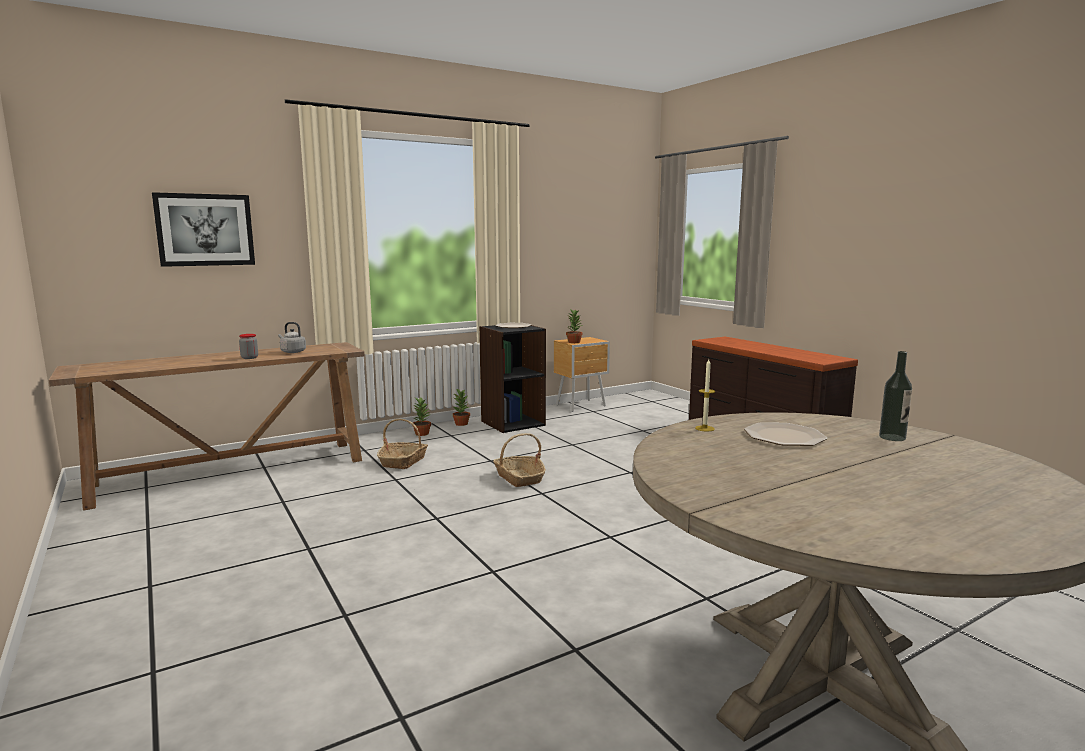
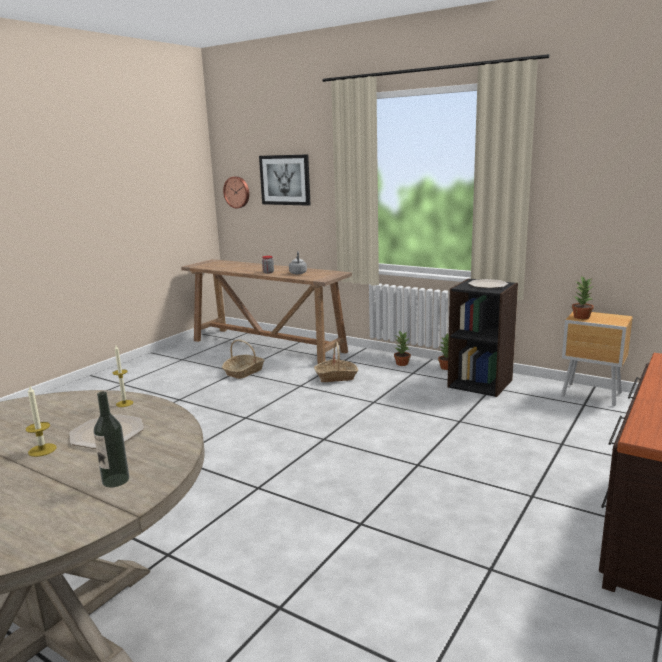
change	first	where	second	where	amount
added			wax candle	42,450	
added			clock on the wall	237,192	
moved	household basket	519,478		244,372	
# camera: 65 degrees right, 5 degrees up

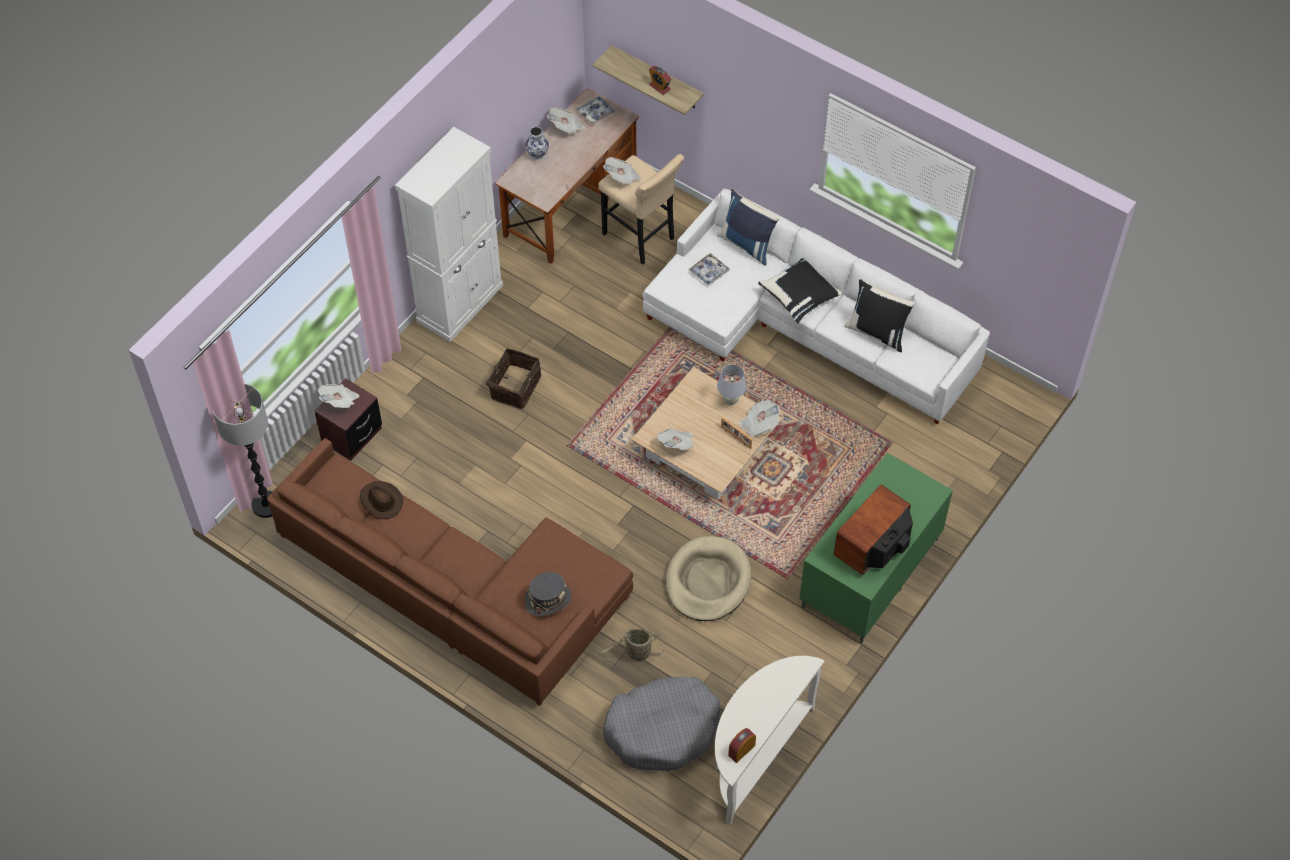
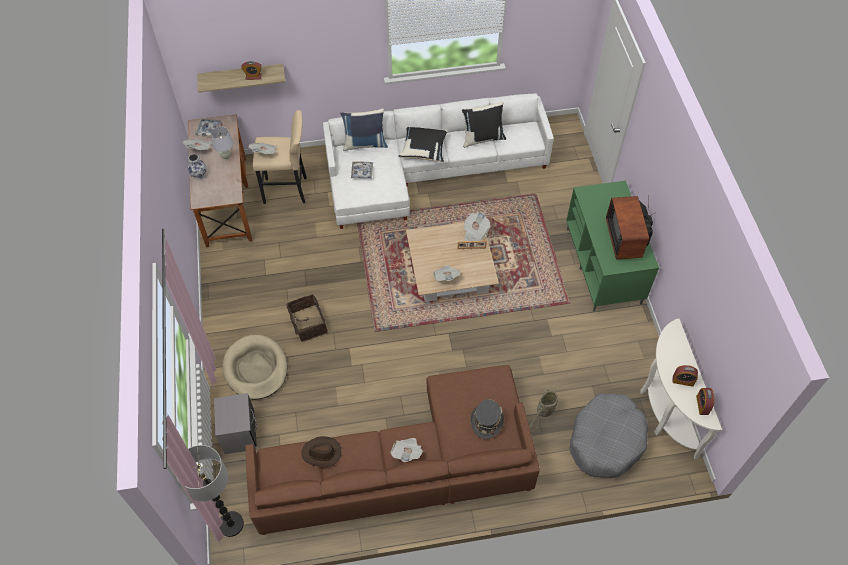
change	first	where	second	where	amount
removed	whitish cupboard	460,303			
added			alarm clock	683,380	
moved	newspaper	340,401		407,452	
moved	beige dog cushion	708,581		255,369	
moved	whitish tabletop lamp	730,401		226,157	
recoloured	brownish night table	352,435	grey night table	240,433	
# camera: 45 degrees left, 0 degrees up

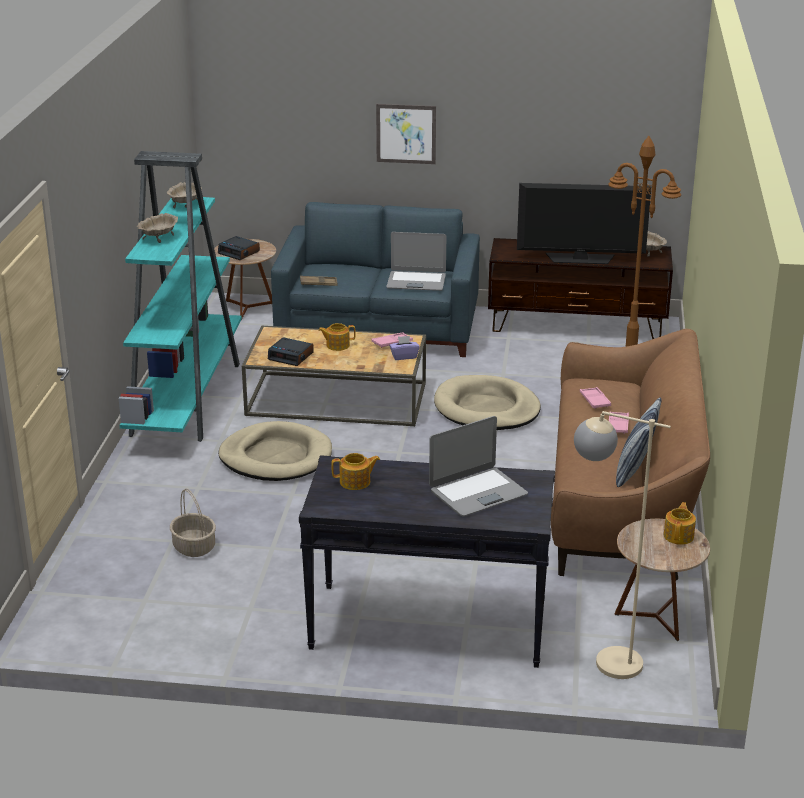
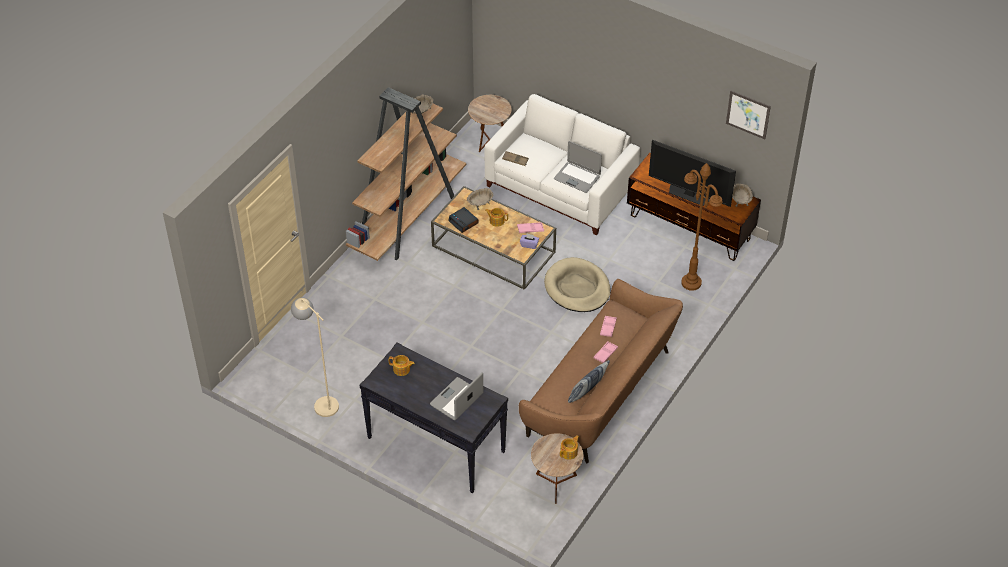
change	first	where	second	where	amount
removed	household basket	194,547			
removed	alarm clock	239,252			
removed	beige dog cushion	276,457			
moved	beige deep dish	158,237		480,203	
moved	picture	406,133		748,114	
moved	beige standard lamp	602,659		321,401	
recoloured	blue-green bookcase	186,397	brownish bookcase	408,218	
recoloured	blue couch	379,327	whitish couch	560,187	
turned	portable computer	477,493		457,400	135 degrees clockwise
# camera: 25 degrees right, 20 degrees up

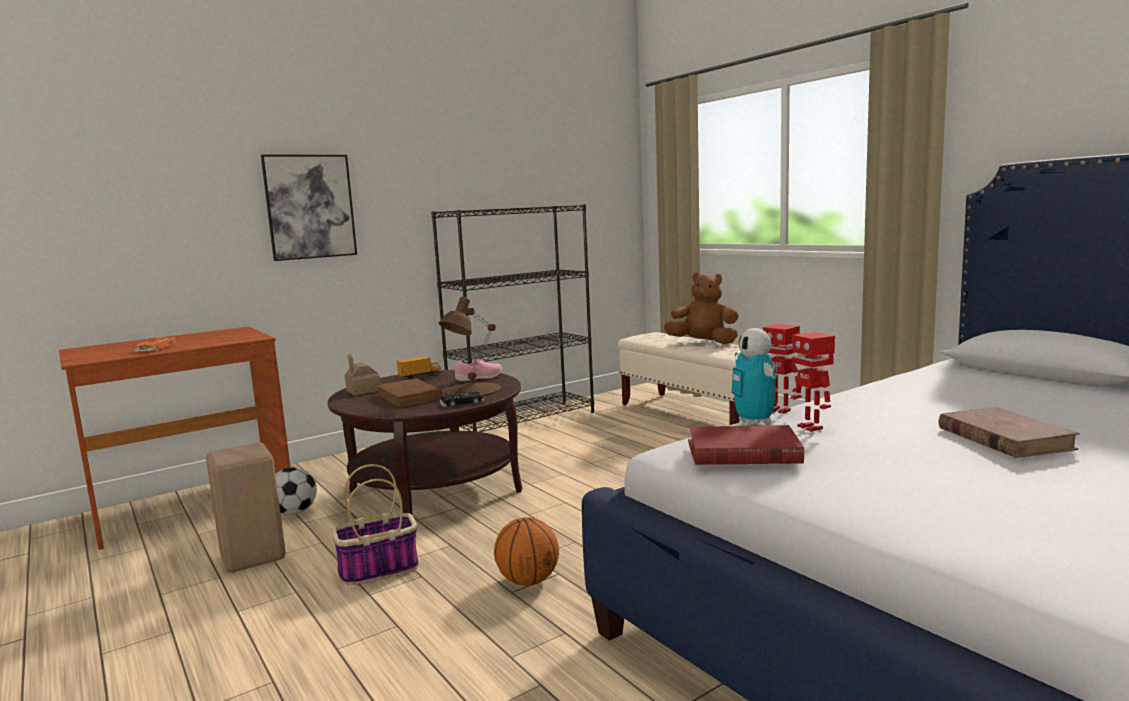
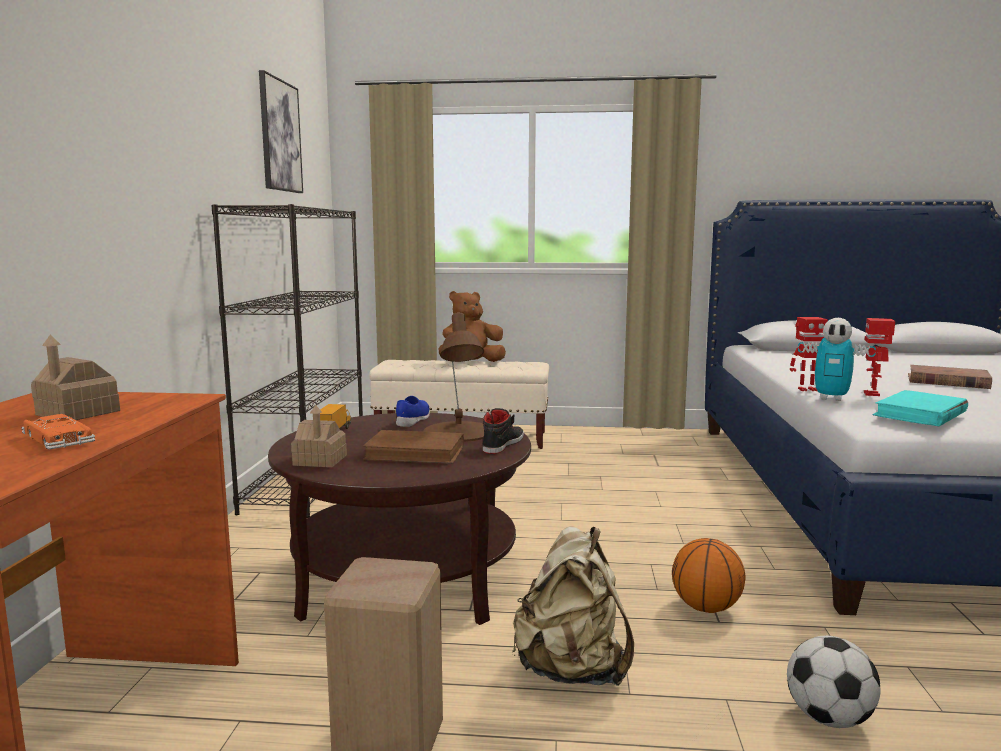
change	first	where	second	where	amount
added			toy house	78,413	
moved	picture	310,207		280,136	
moved	football	294,513		828,718	
replaced	household basket	378,570	beige rucksack	572,670	
replaced	blackish model car	462,403	blackish shoe	502,444	
recoloured	pinkish shoe	479,378	blue shoe	413,421	
recoloured	red book	742,452	blue-green book	920,414	
turned	toy robot	811,427		872,394	90 degrees clockwise
# camera: 50 degrees left, 0 degrees up

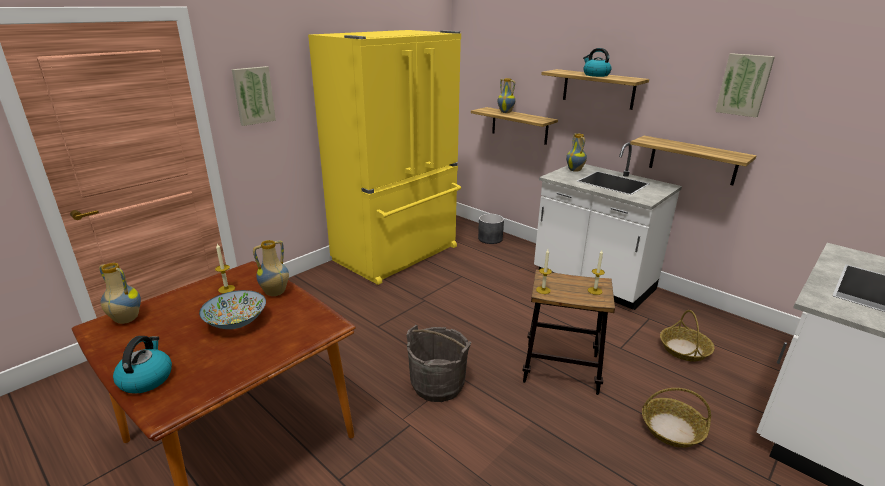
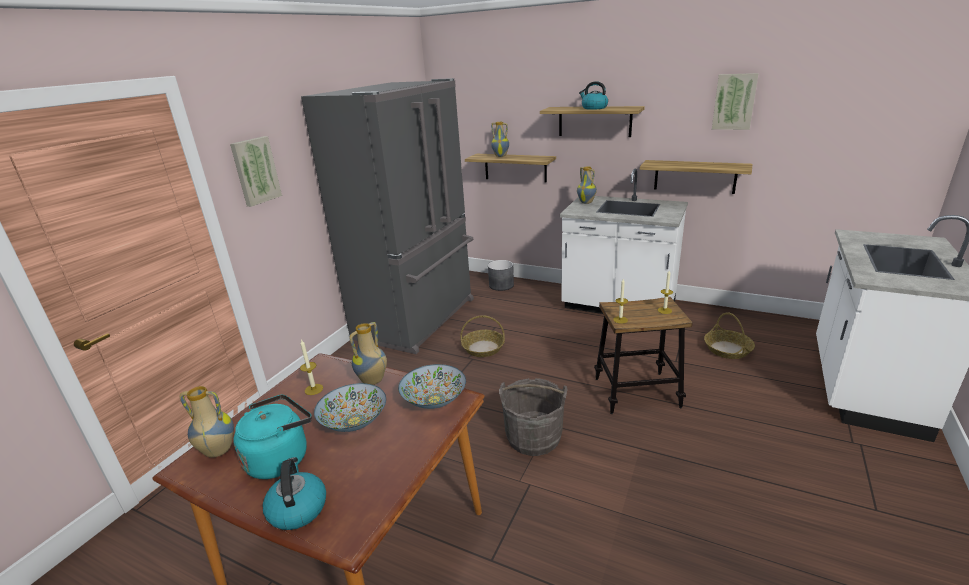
change	first	where	second	where	amount
added			blue-green water kettle	281,458	
added			deep dish	434,400	
moved	household basket	671,429		483,348	
recoloured	yellow-coloured kitchen fridge	398,254	grey kitchen fridge	418,319	
# camera: 15 degrees left, 0 degrees up

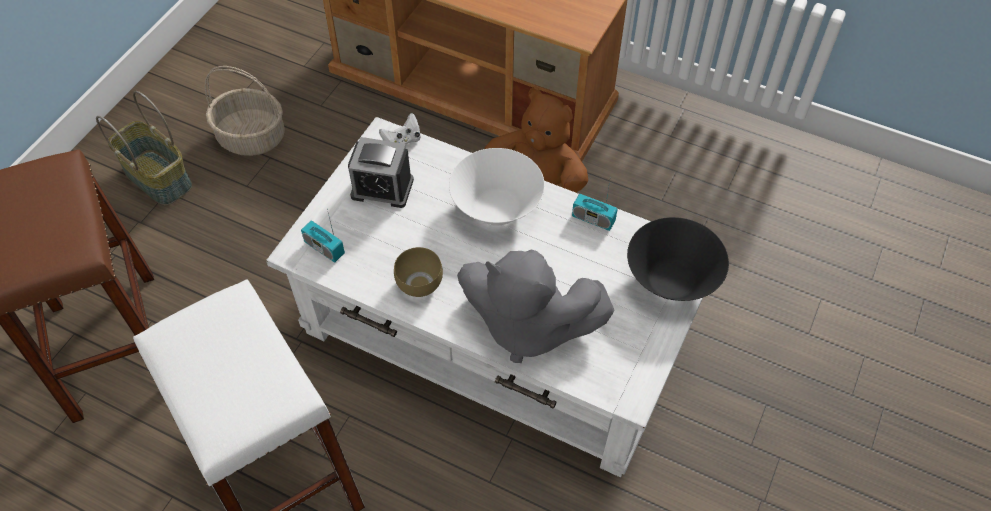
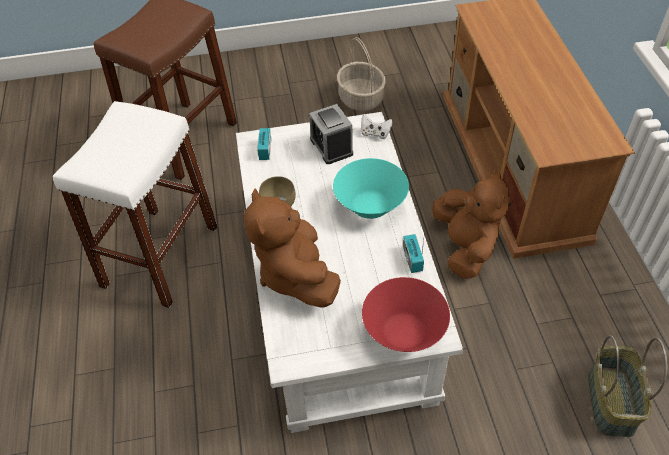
change	first	where	second	where	amount
moved	household basket	159,177		612,402	
recoloured	whitish deep dish	496,208	blue-green deep dish	370,206	
recoloured	grey plush toy	527,325	brownish plush toy	295,274	
recoloured	blackish deep dish	671,281	red deep dish	404,332	
# camera: 55 degrees right, 5 degrees down

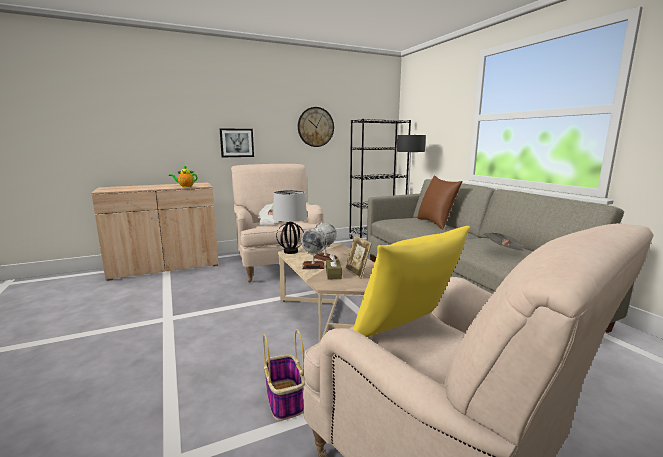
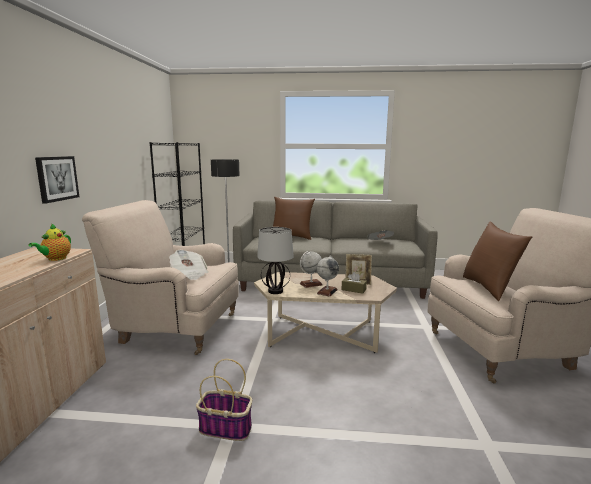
change	first	where	second	where	amount
removed	clock on the wall	315,127			
moved	household basket	285,400		226,428	
recoloured	yellow-coloured throw pillow	407,333	brownish throw pillow	489,288	
# camera: 60 degrees left, 0 degrees up

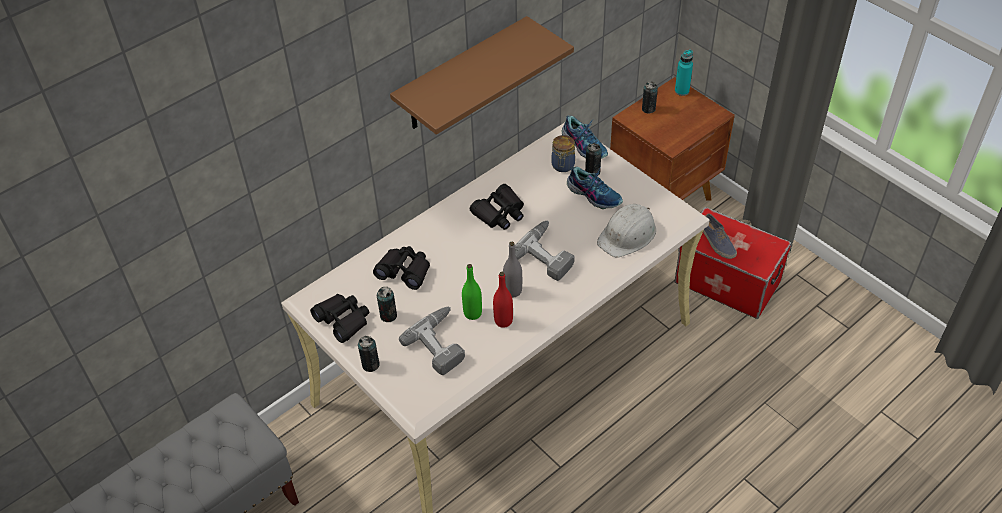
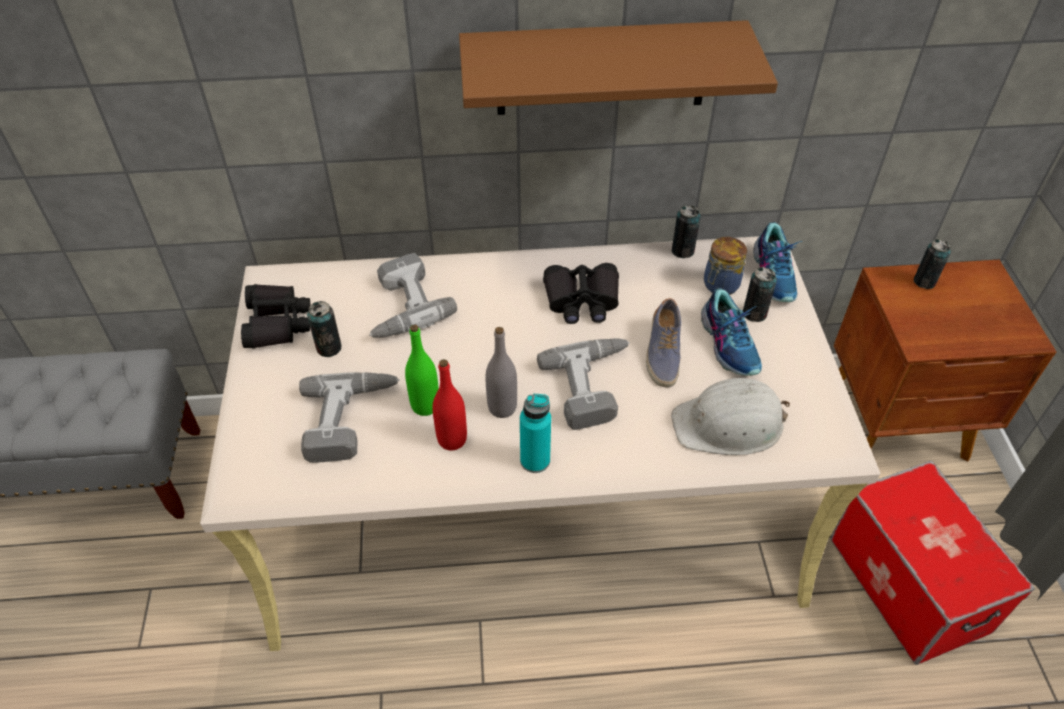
change	first	where	second	where	amount
moved	metal can	370,365		682,251	
moved	blue-green drink bottle	682,91		535,460	
moved	shoe	716,242		662,353	
replaced	blackish binoculars	404,271	drill	401,306	
# camera: 35 degrees right, 0 degrees up

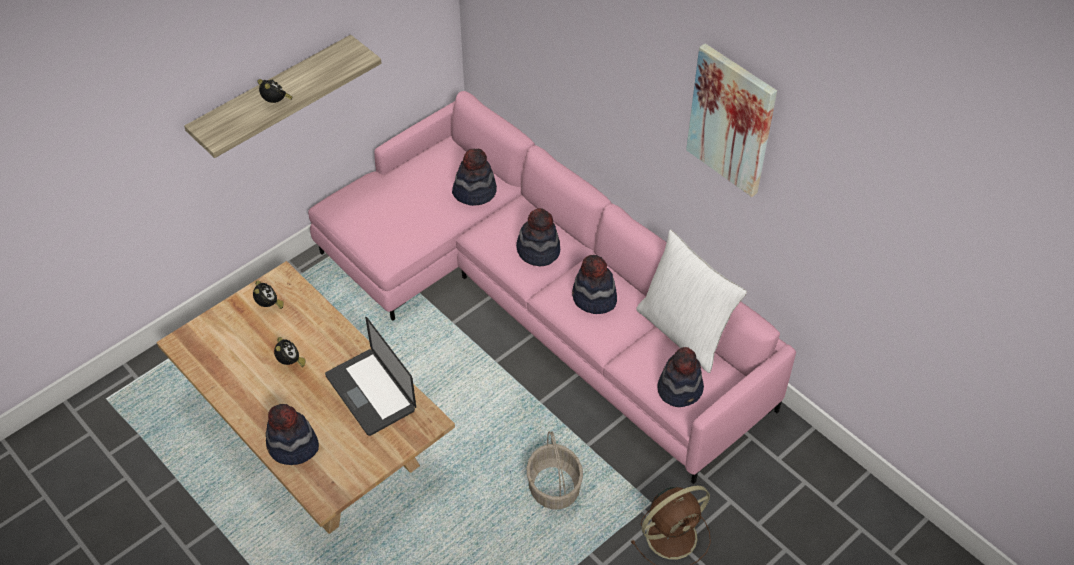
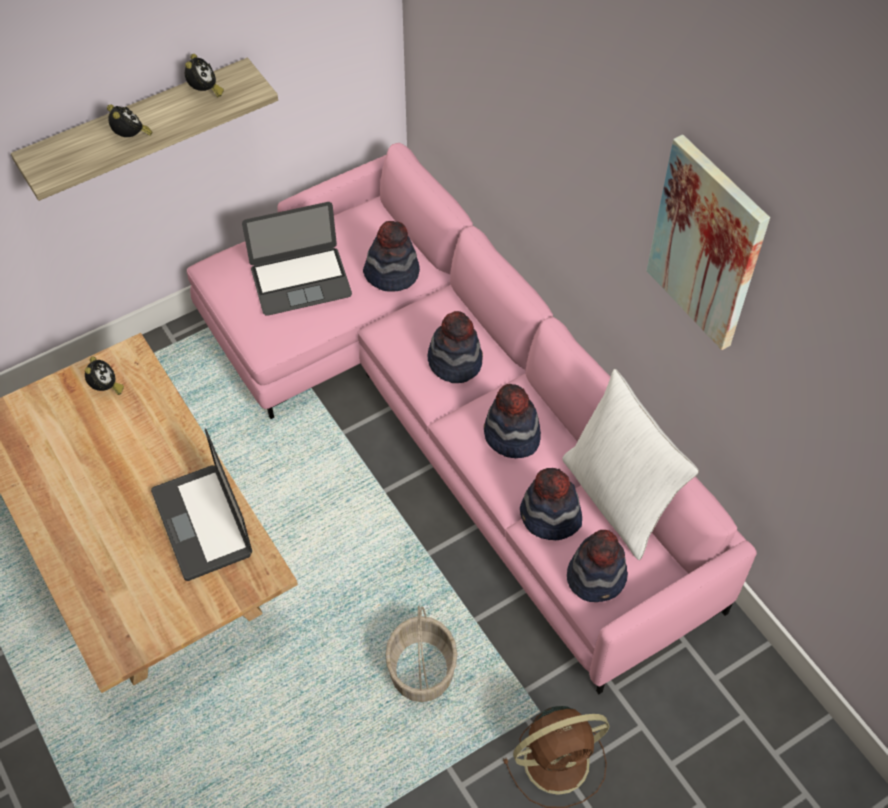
change	first	where	second	where	amount
added			portable computer	300,281	
moved	hat	293,447		550,517	
moved	alarm clock	290,362		205,91	
# camera: 10 degrees right, 5 degrees up

